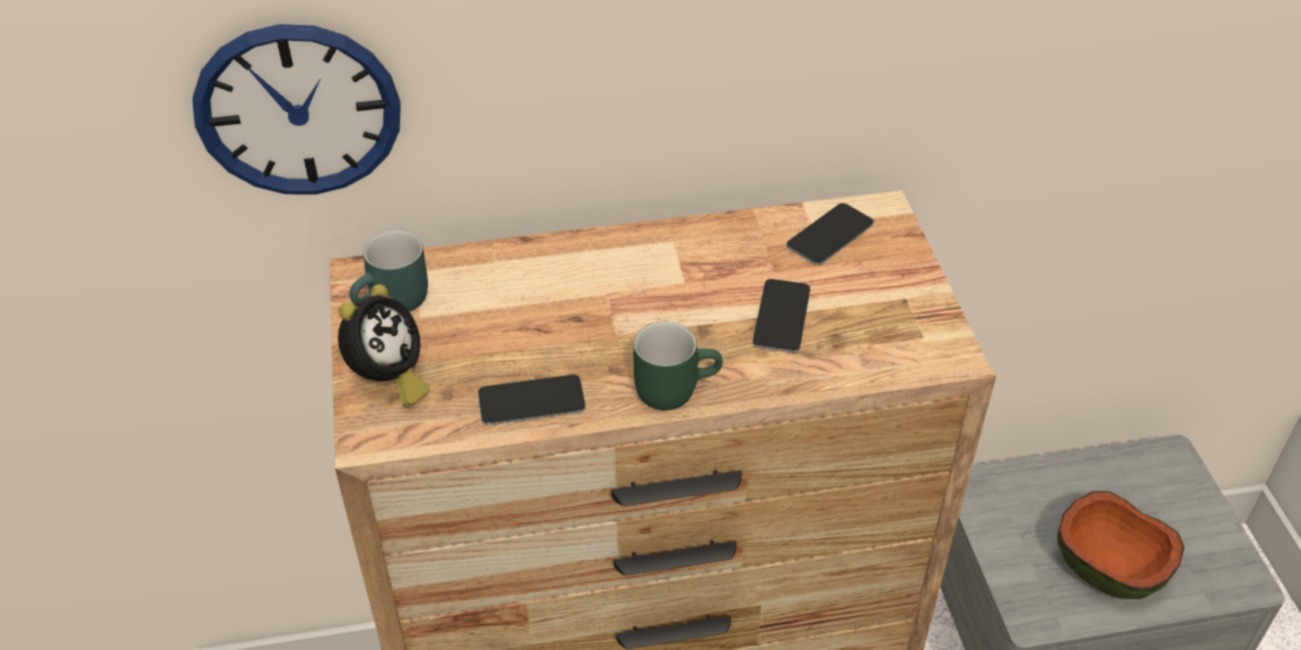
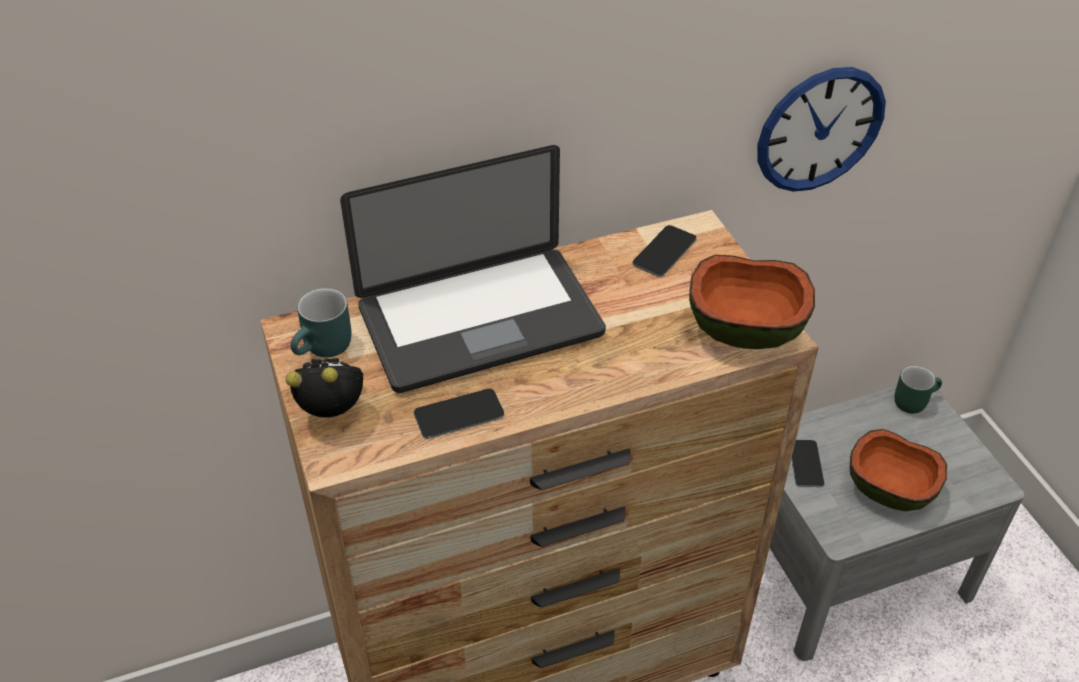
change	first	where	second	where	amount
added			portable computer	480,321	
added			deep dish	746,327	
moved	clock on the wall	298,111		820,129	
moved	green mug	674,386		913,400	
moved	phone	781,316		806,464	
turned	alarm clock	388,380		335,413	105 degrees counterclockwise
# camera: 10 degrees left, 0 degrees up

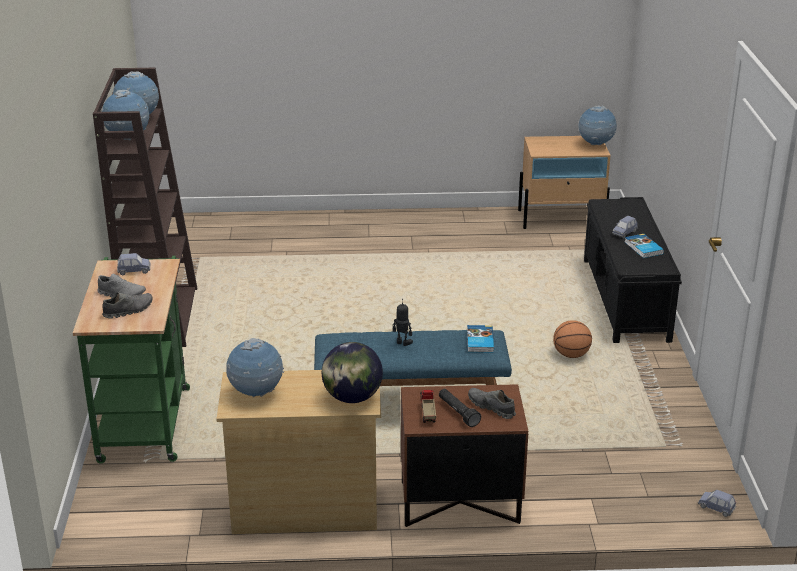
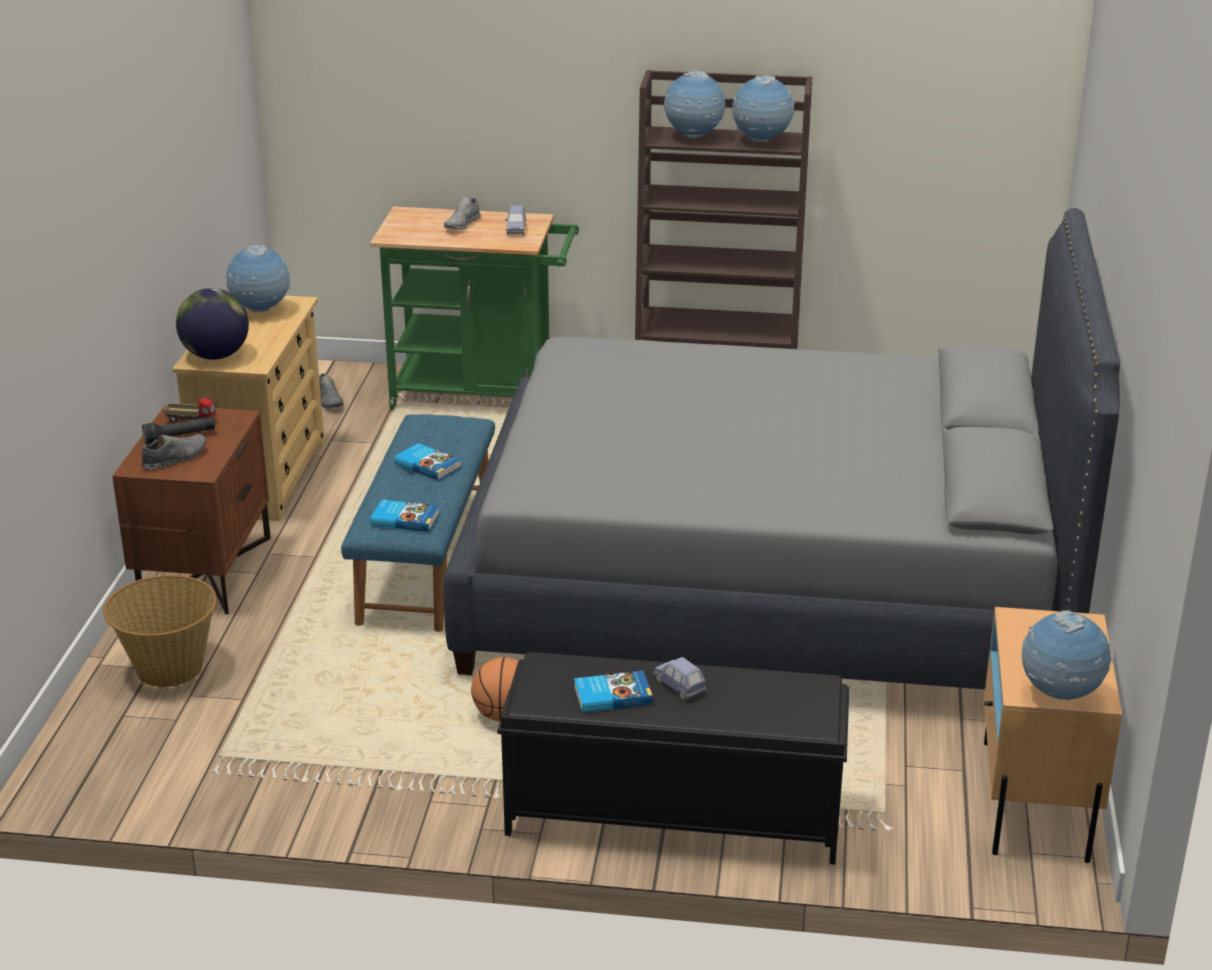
change	first	where	second	where	amount
removed	blue model car	716,508			
added			household basket	169,669	
added			grey sleeping bed	770,584	
moved	grey shoe	128,310		330,401	
replaced	toy robot	402,343	book	428,465	
# camera: 100 degrees right, 0 degrees up

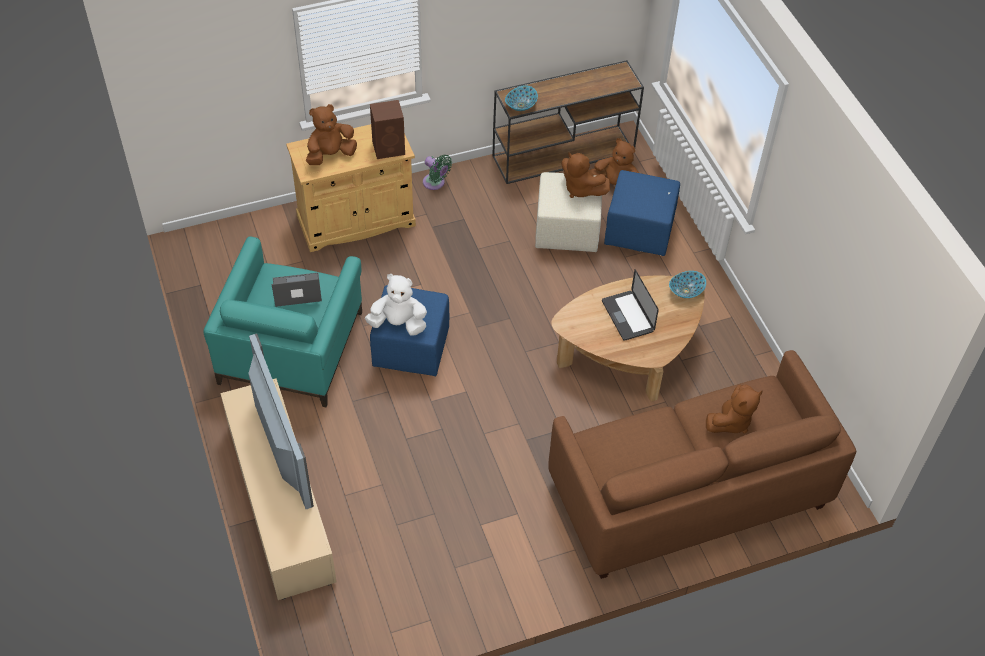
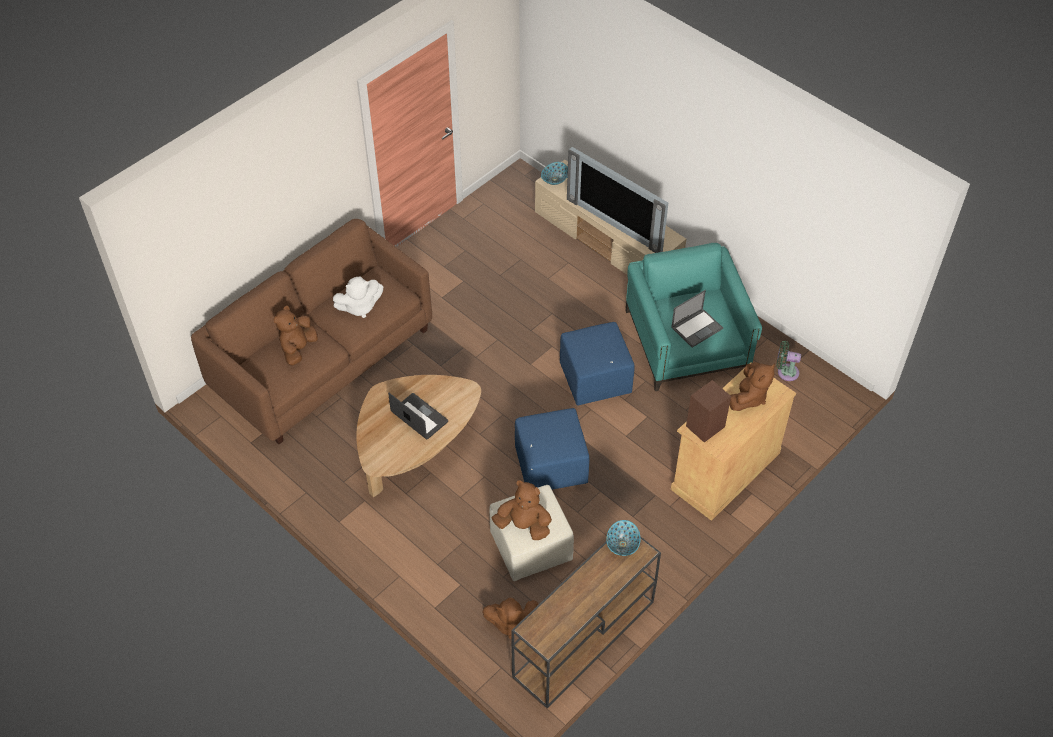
change	first	where	second	where	amount
moved	whitish plush toy	398,324		359,307	
moved	green electric fan	435,183		785,372	
moved	blue pouffe	640,231		550,466	
moved	deep dish	685,291		555,180	
# camera: 155 degrees right, 0 degrees up

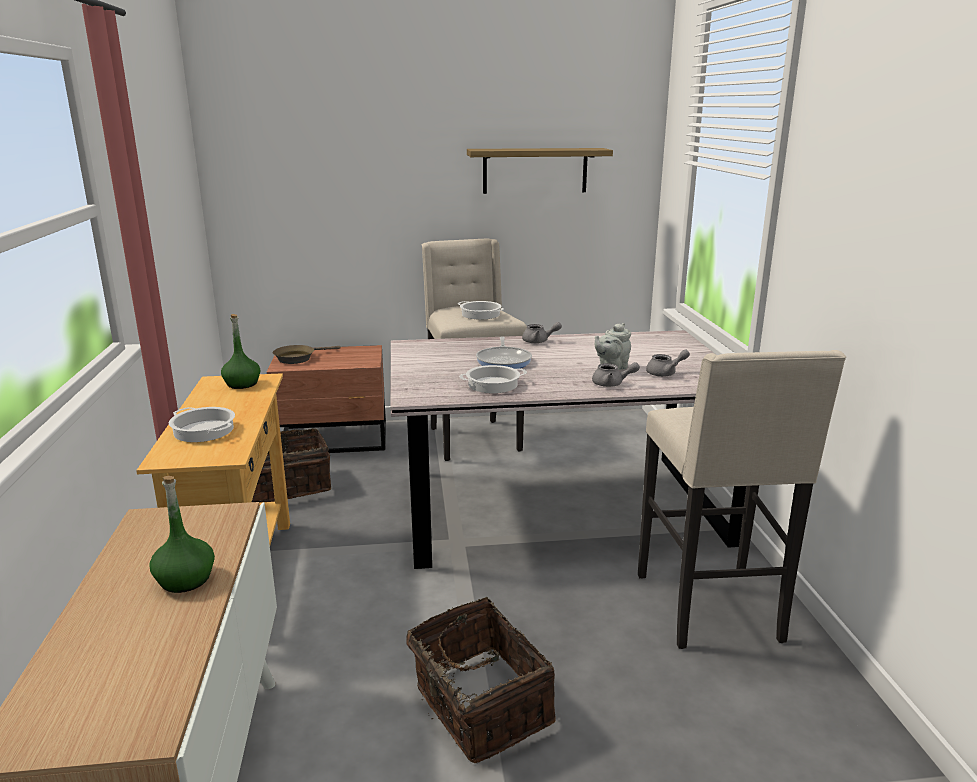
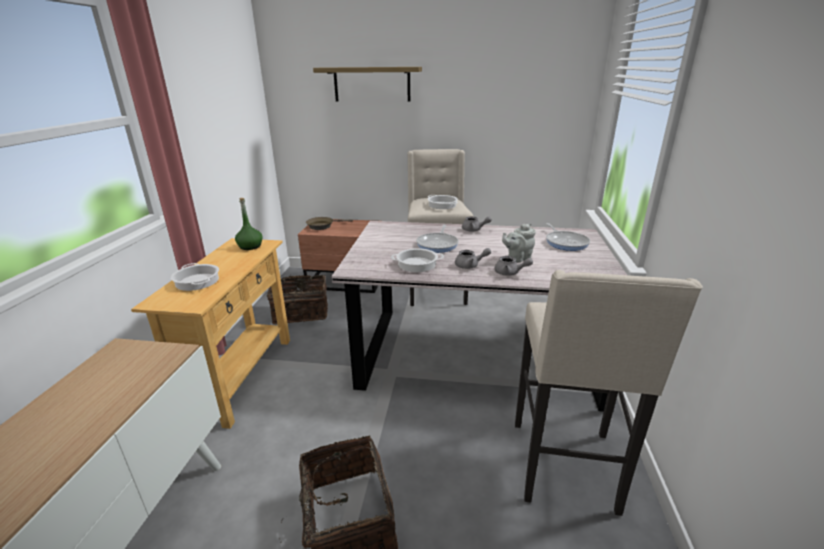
change	first	where	second	where	amount
removed	green drink bottle	185,579			
added			pan	565,242	
moved	wall shelf	535,170		372,84	
moved	grey pot for tea	665,373		470,266	
# camera: 15 degrees right, 5 degrees up

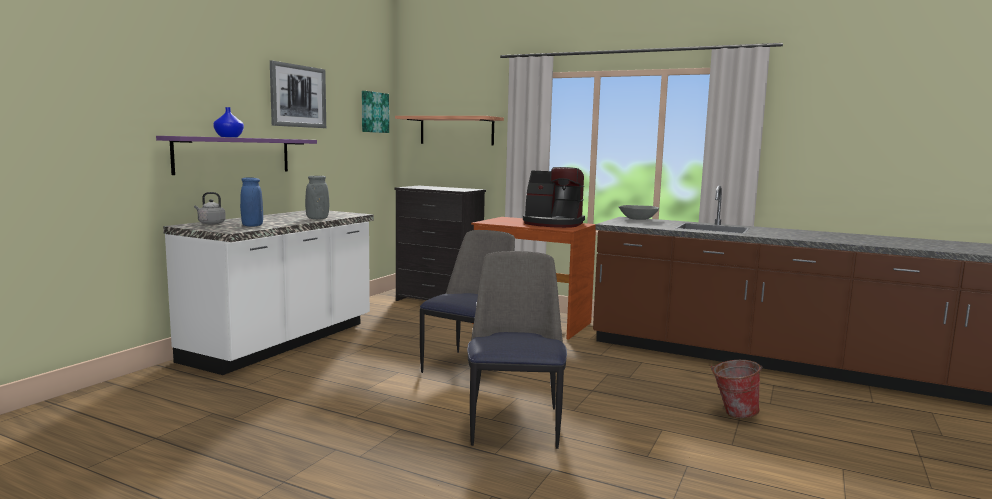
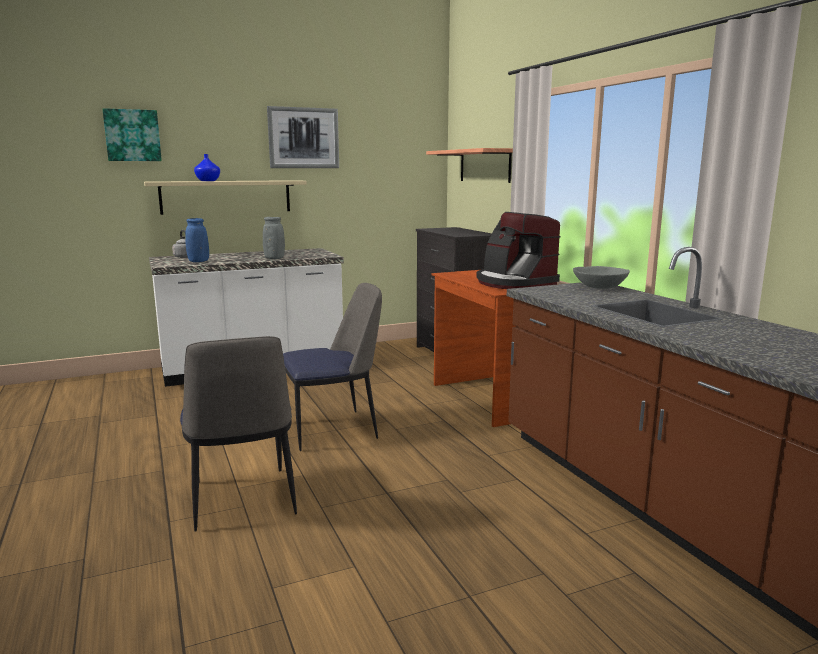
change	first	where	second	where	amount
removed	pail	733,413			
moved	picture	374,112		132,135	
recoloured	purple-coloured wall shelf	234,155	beige wall shelf	226,197	
turned	chair	514,424		243,500	120 degrees clockwise
# camera: 40 degrees right, 5 degrees up

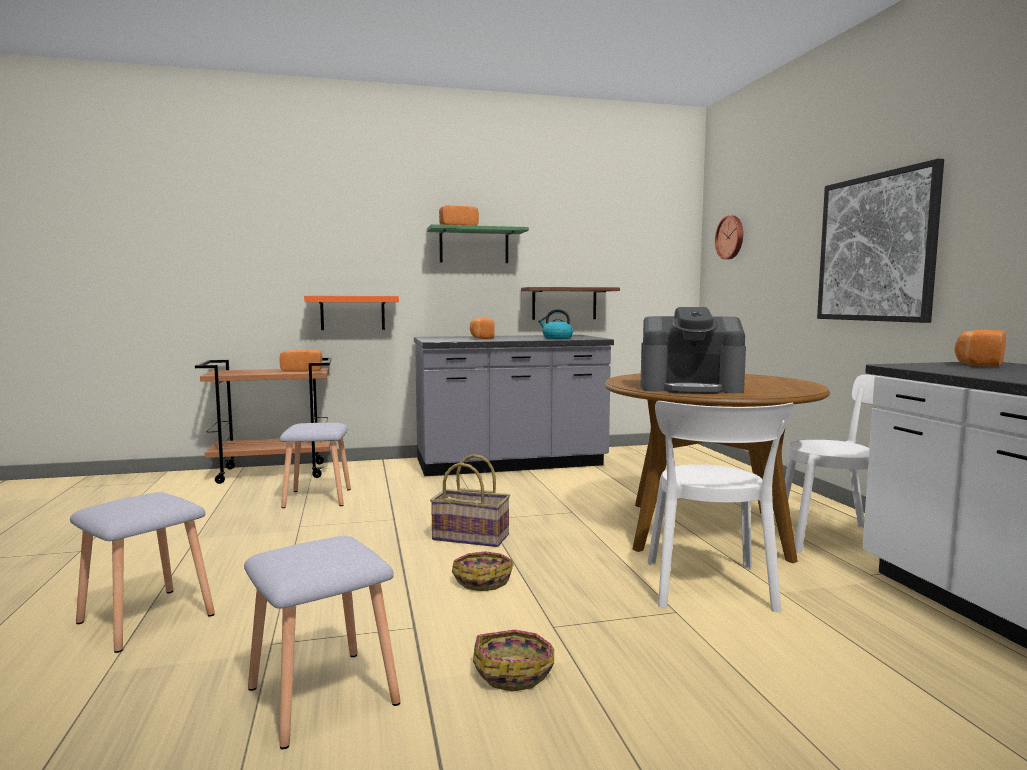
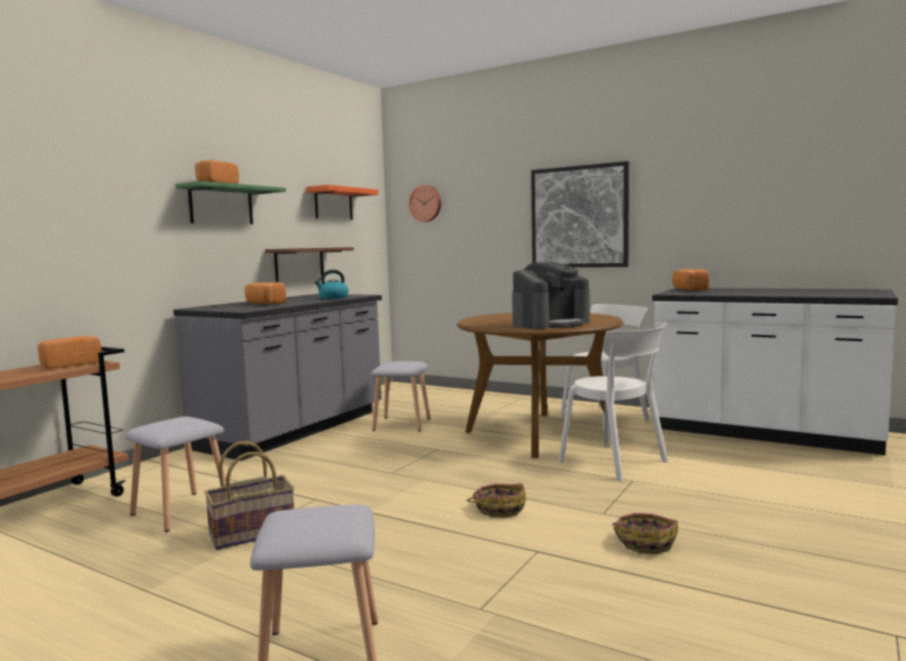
change	first	where	second	where	amount
moved	grey stool seat	325,696		403,424	
moved	orangey wall shelf	352,313		333,204	
moved	household basket	471,537		252,532	
# camera: 45 degrees left, 0 degrees up

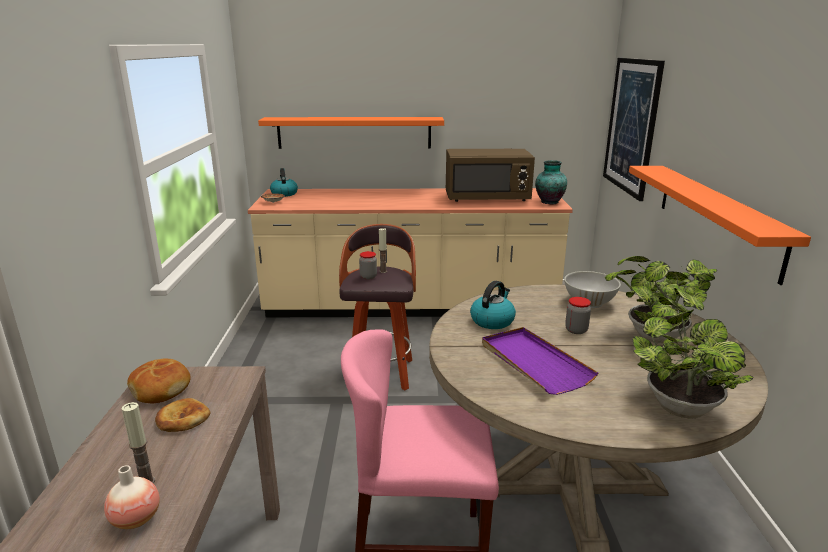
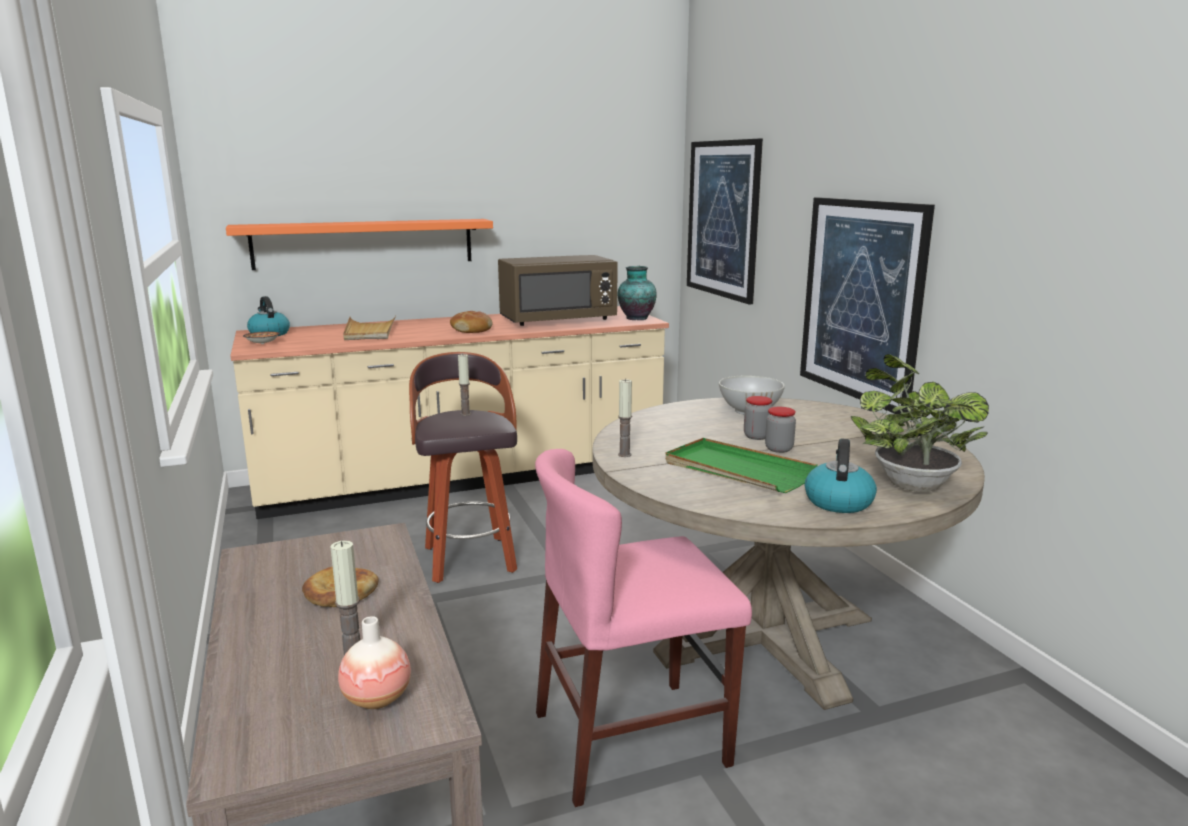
change	first	where	second	where	amount
removed	potted plant	651,337			
added			beige carrying tray	369,331	
added			wax candle	624,454	
moved	bakery bread	161,388		472,329	
moved	jar	368,277		779,449	
moved	water kettle	492,321		838,501	
replaced	orangey wall shelf	715,216	picture	861,300	
recoloured	purple-coloured carrying tray	534,363	green carrying tray	737,470	
# camera: 20 degrees left, 5 degrees down

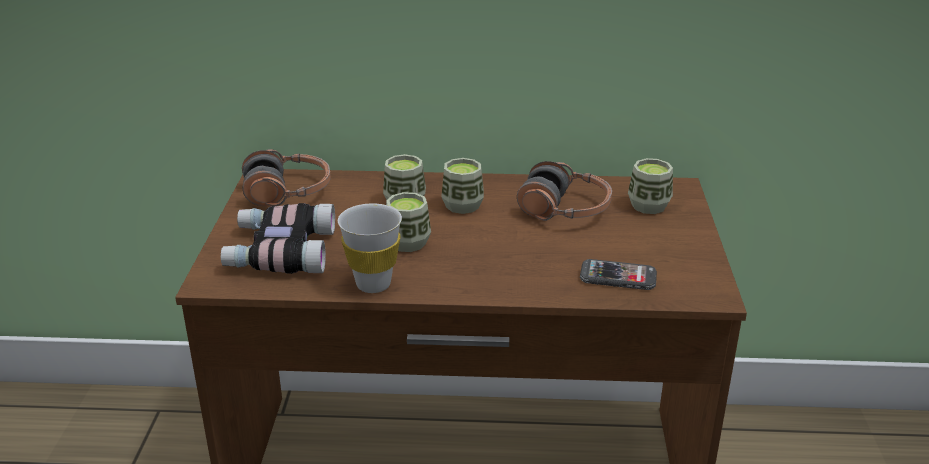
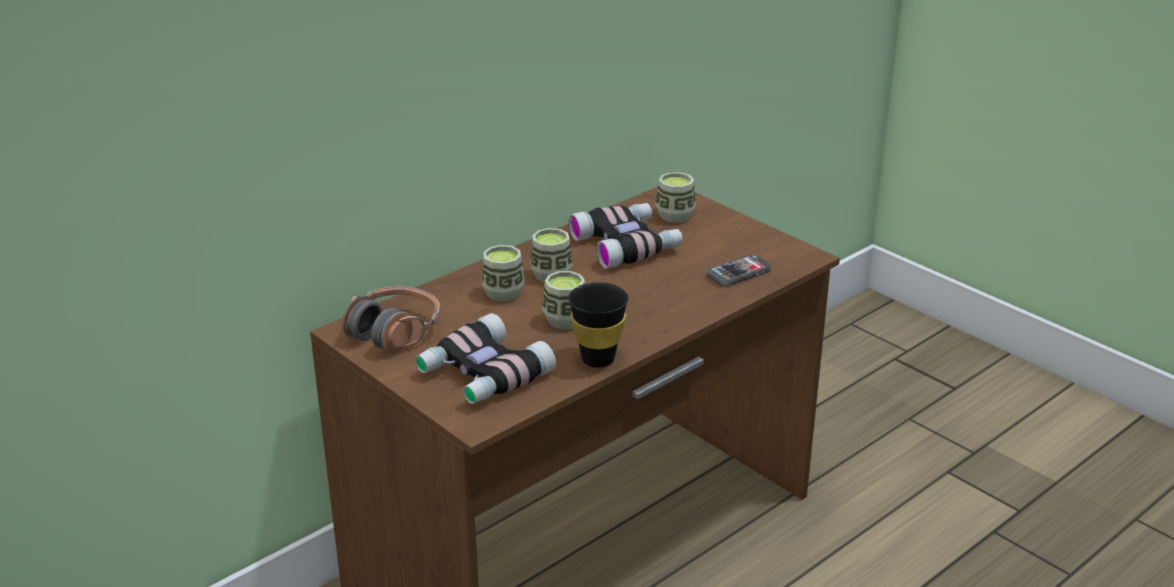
change	first	where	second	where	amount
replaced	headset	565,210	binoculars	627,244	
recoloured	whitish drinking cup	373,284	blackish drinking cup	598,359	
# camera: 45 degrees left, 0 degrees up

